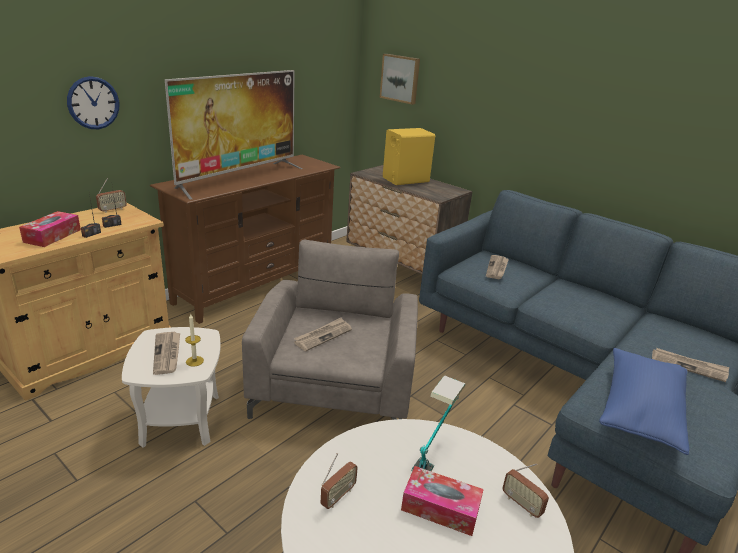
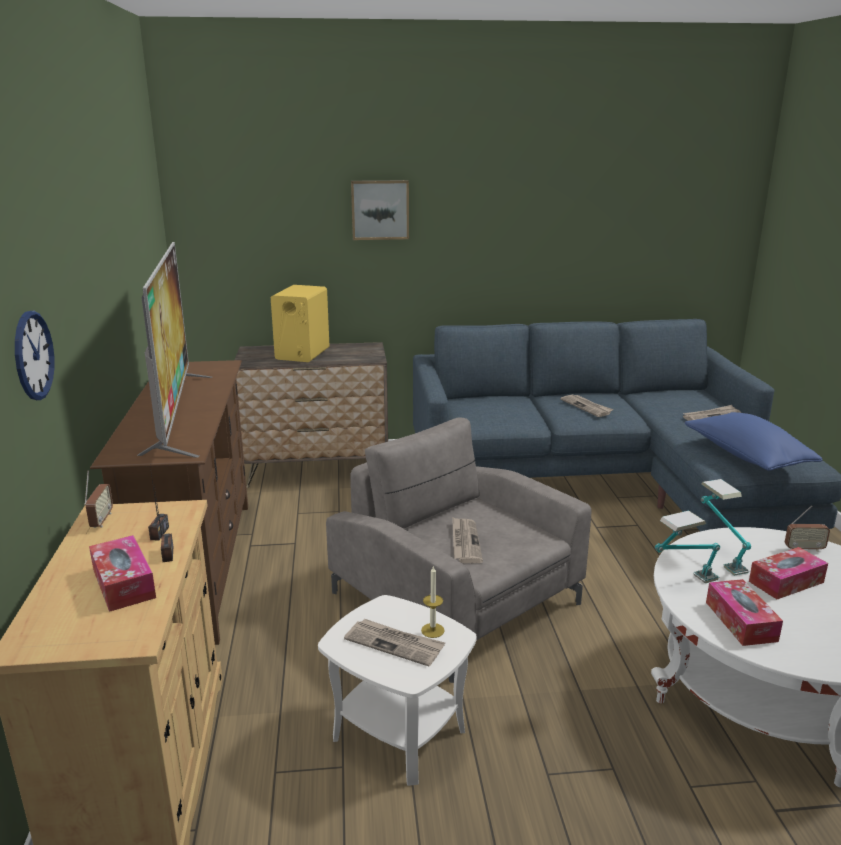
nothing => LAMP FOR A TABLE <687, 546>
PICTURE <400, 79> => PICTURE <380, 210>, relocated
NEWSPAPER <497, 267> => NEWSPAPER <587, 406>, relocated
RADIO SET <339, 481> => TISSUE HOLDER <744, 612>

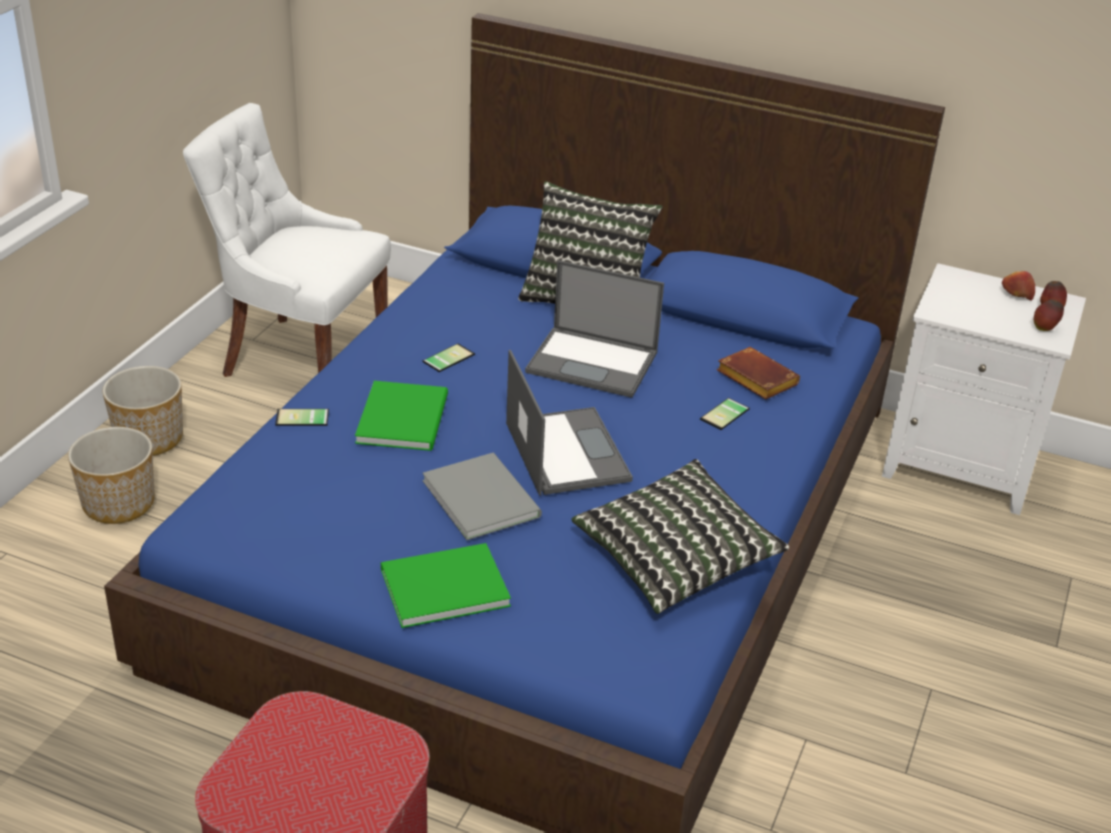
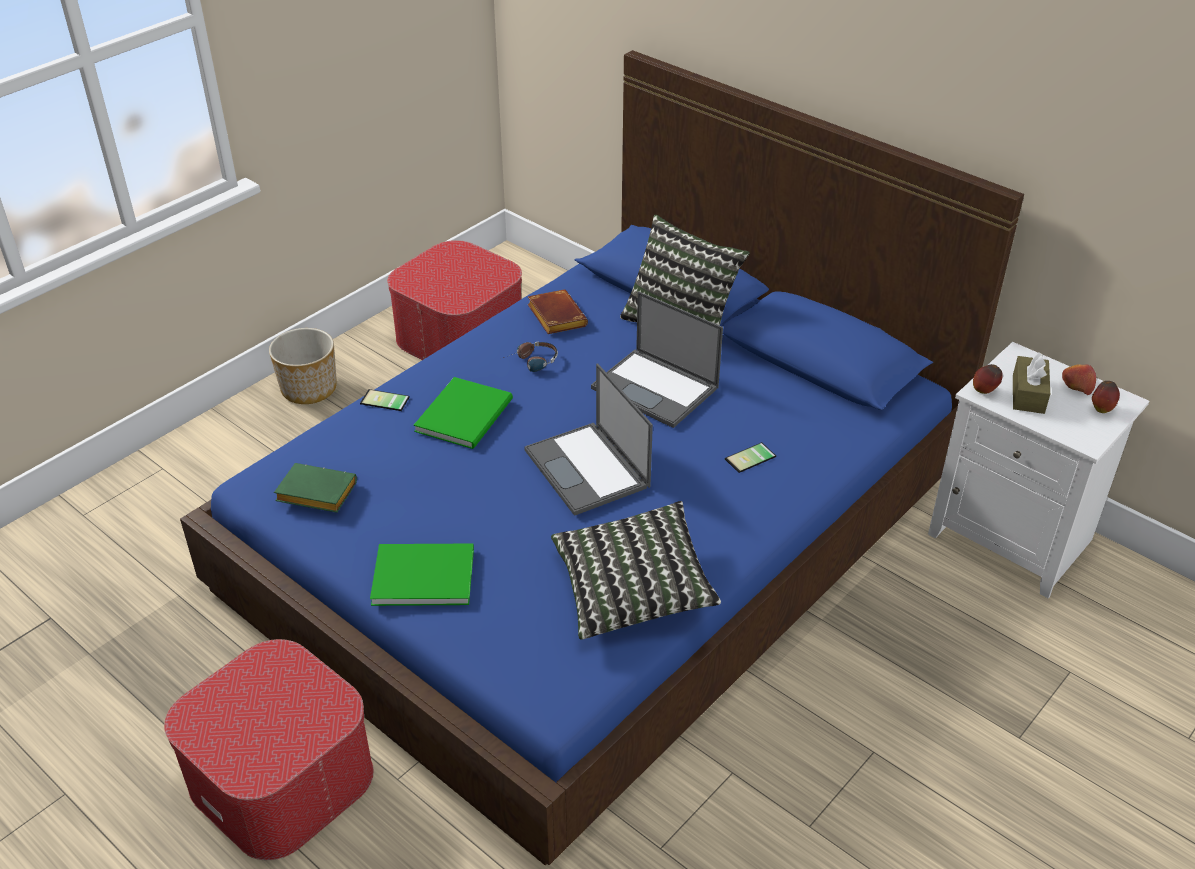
FLOWER POT <111, 475> => nothing
GRAY BOUND BOOK <482, 496> => nothing
nothing => GREEN BOUND BOOK <315, 488>
nothing => BROWN TISSUE HOLDER <1031, 383>
BROWN BOUND BOOK <758, 373> => BROWN BOUND BOOK <558, 312>, relocated
APPLE FRUIT <1049, 315> => APPLE FRUIT <988, 379>, relocated
WHITE CHAIR <287, 240> => OTTOMAN <454, 300>
TELEPHONE <449, 357> => PAIR OF HEADPHONES <530, 357>
LAPTOP <569, 423> => LAPTOP <588, 439>, 150 degrees clockwise

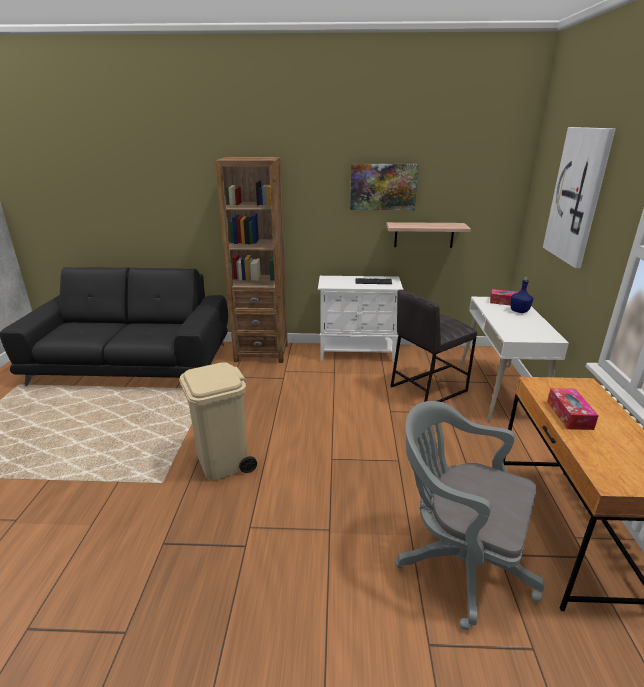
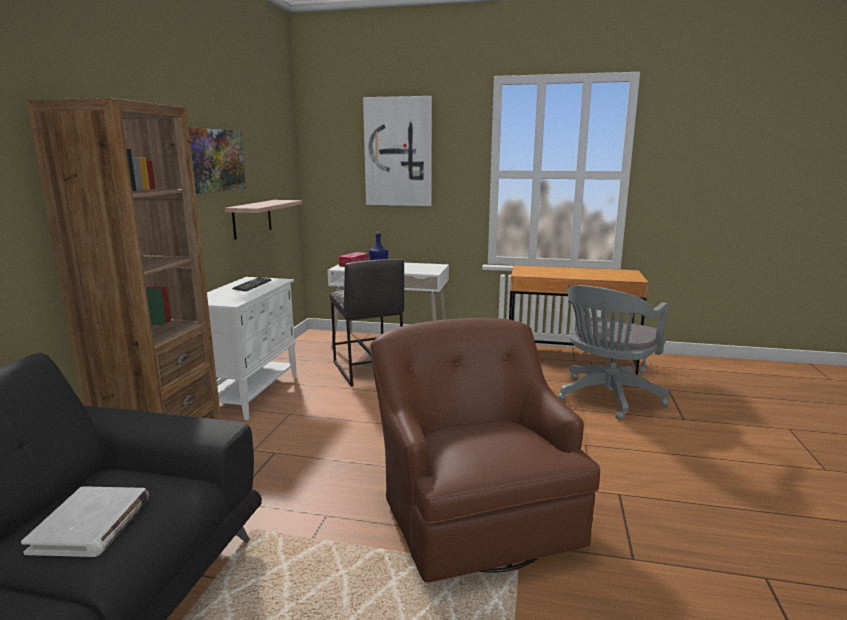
TISSUE HOLDER <573, 409> => nothing
nothing => WHITE BOUND BOOK <85, 521>
BEIGE-COLOURED TRASH CAN <218, 421> => BROWN LOUNGE CHAIR <485, 450>

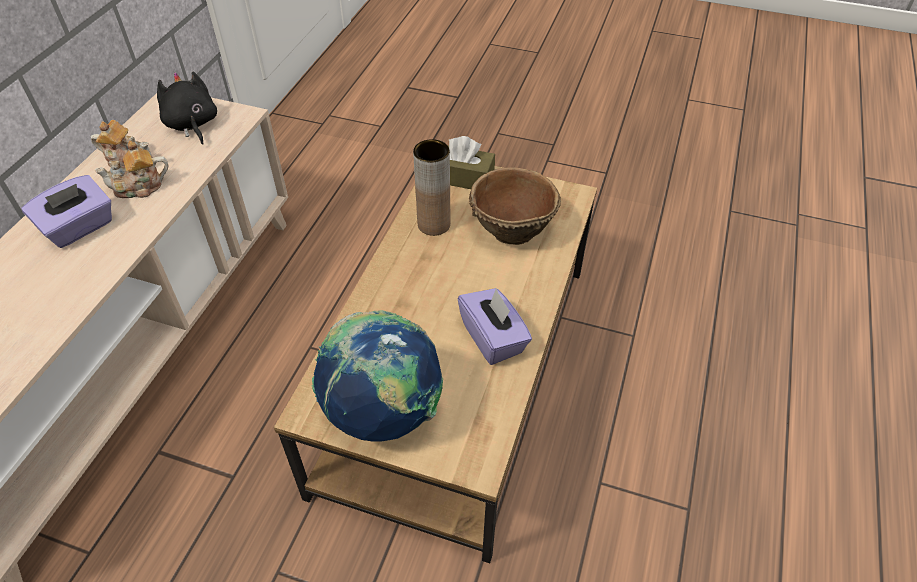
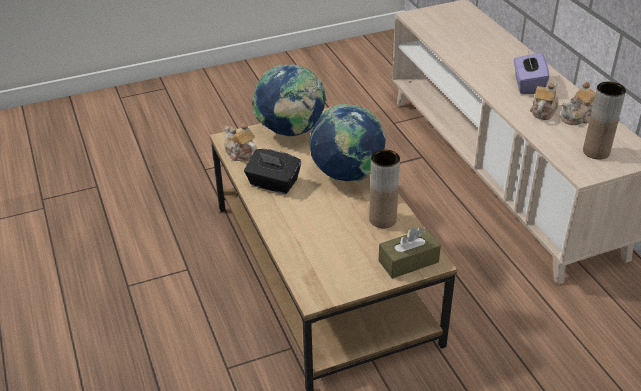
BROWN SERVING BOWL <515, 206> => nothing
nothing => TEA POT <240, 142>
nothing => GLOBE <348, 143>
BLACK SOFT TOY <187, 108> => BROWN VASE <604, 121>
PURPLE TISSUE HOLDER <495, 326> => BLACK TISSUE HOLDER <272, 171>

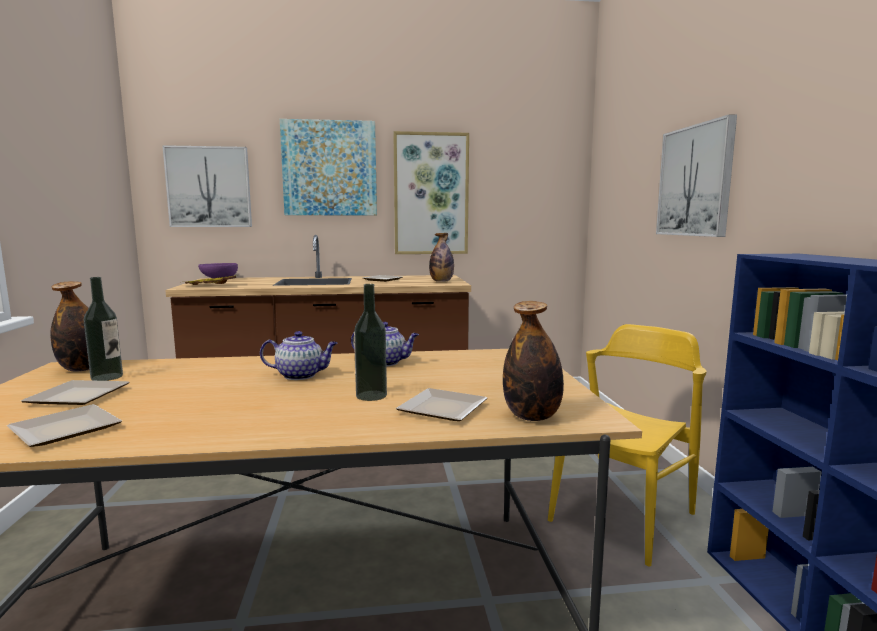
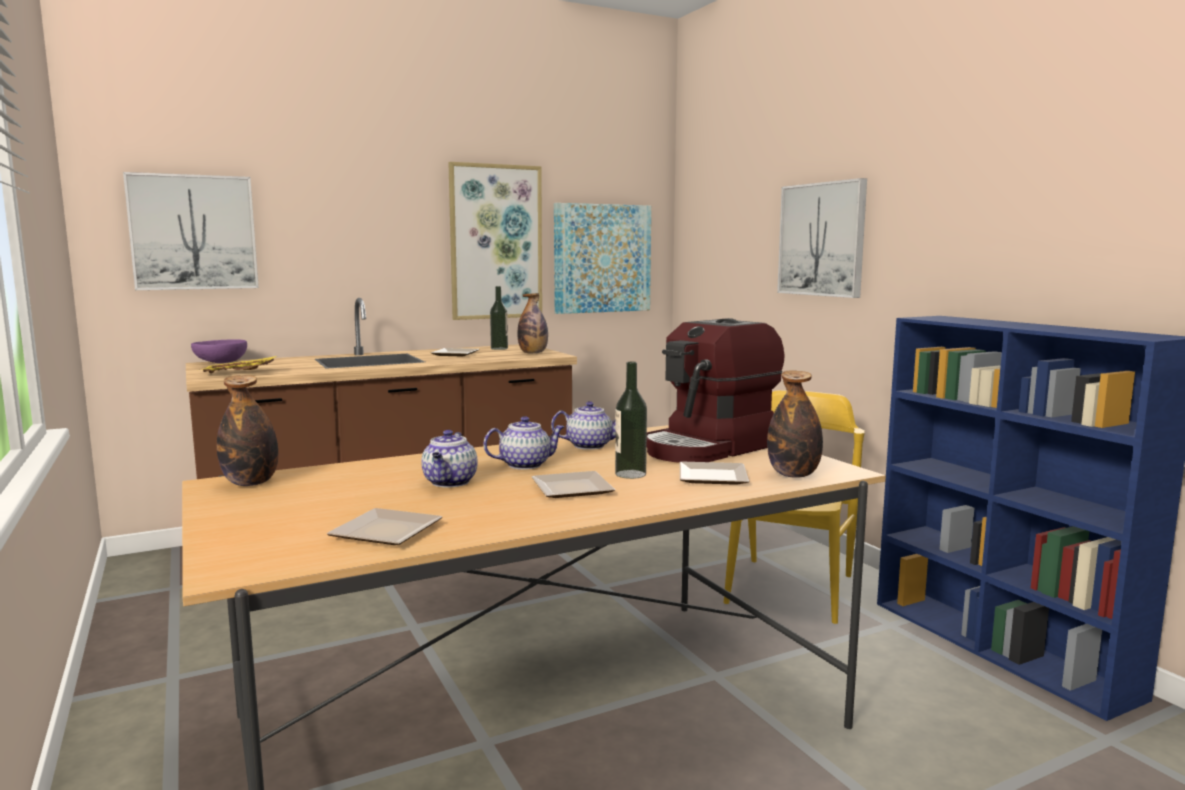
nothing => TEA POT <449, 459>
nothing => COFFEE MAKER <715, 390>
PLATE <75, 392> => PLATE <573, 484>, relocated
BEVERAGE BOTTLE <103, 329> => BEVERAGE BOTTLE <499, 318>, relocated
PICTURE <328, 167> => PICTURE <602, 258>, relocated

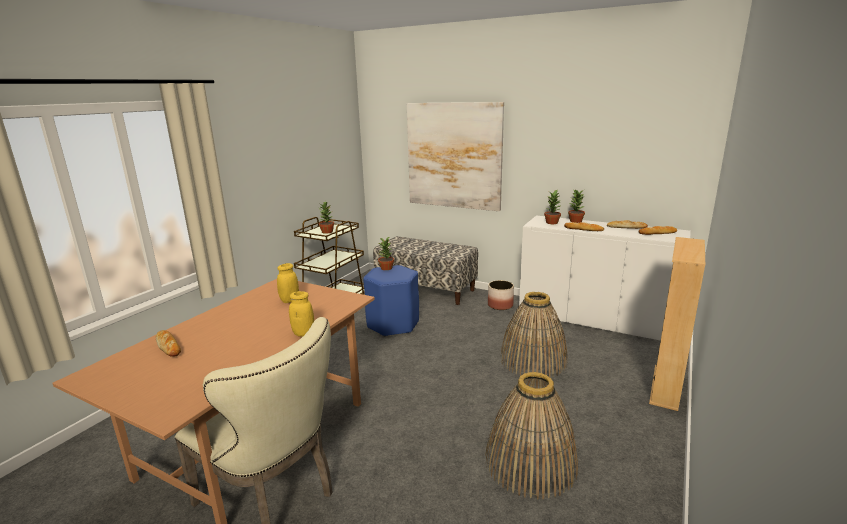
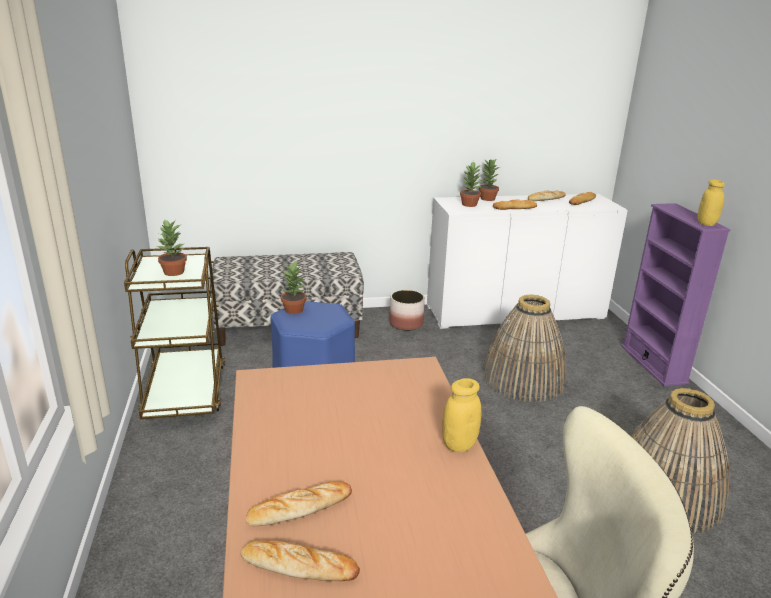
PICTURE <455, 156> => nothing
nothing => BREAD <299, 503>
YELLOW JAR <288, 283> => YELLOW JAR <711, 203>, relocated
BEIGE-COLOURED BOOKCASE <677, 324> => PURPLE BOOKCASE <676, 294>

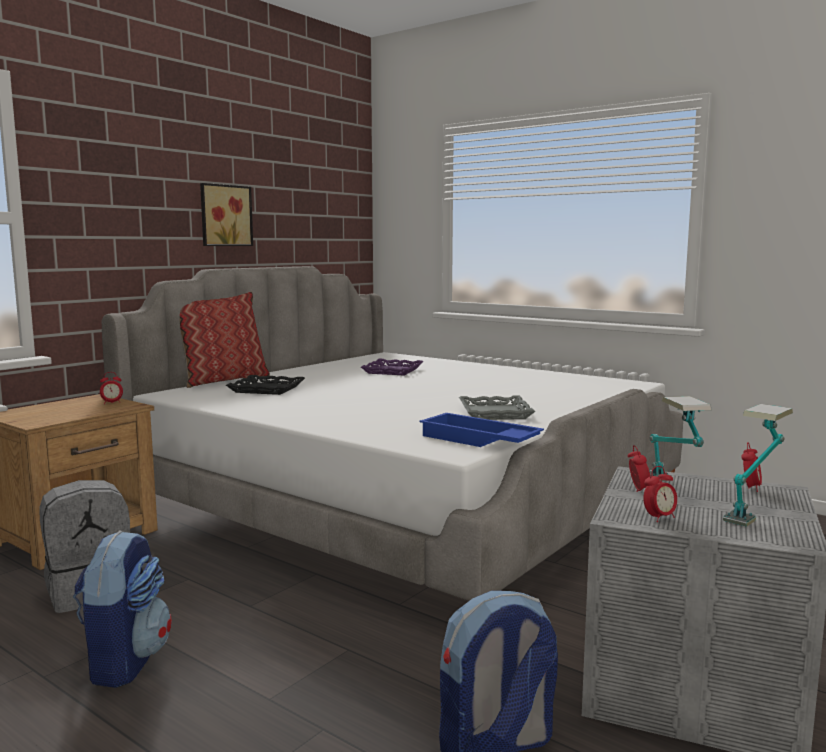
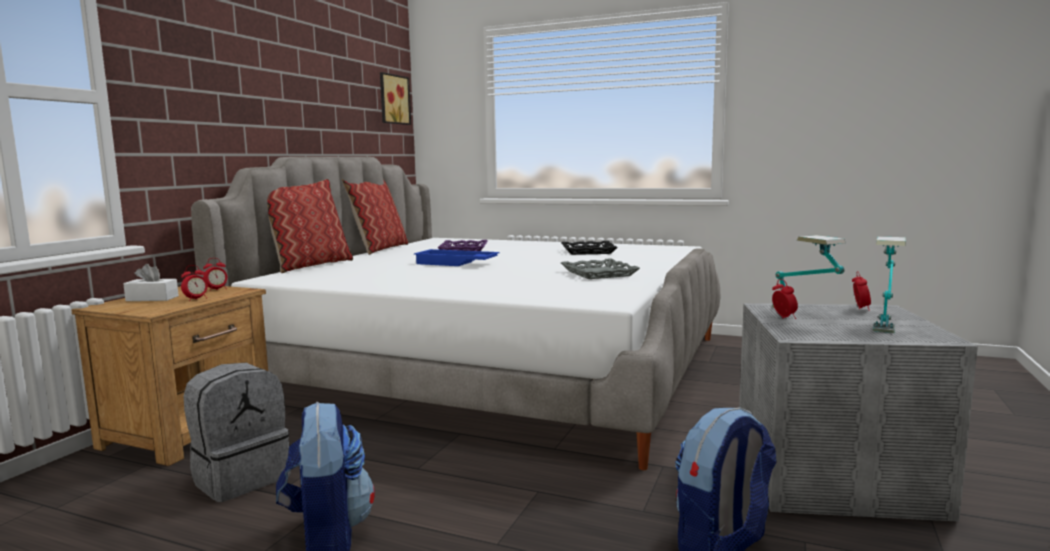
nothing => WHITE TISSUE HOLDER <151, 282>
nothing => CUSHION <375, 217>
PICTURE <226, 214> => PICTURE <395, 98>, relocated
BLACK CARRYING TRAY <265, 385> => BLACK CARRYING TRAY <589, 248>, relocated
BLUE CARRYING TRAY <481, 430> => BLUE CARRYING TRAY <457, 257>, relocated
ALARM CLOCK <660, 494> => ALARM CLOCK <194, 283>, relocated

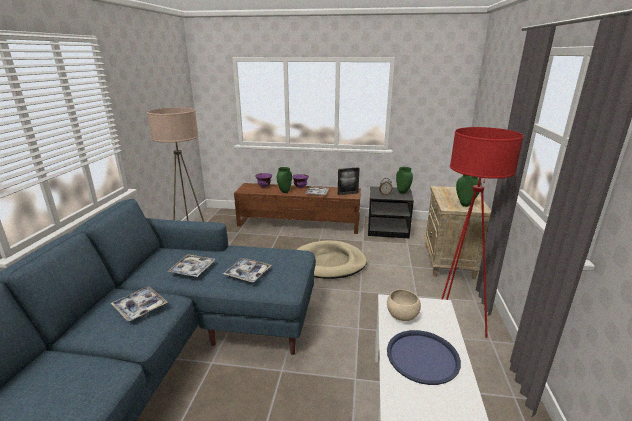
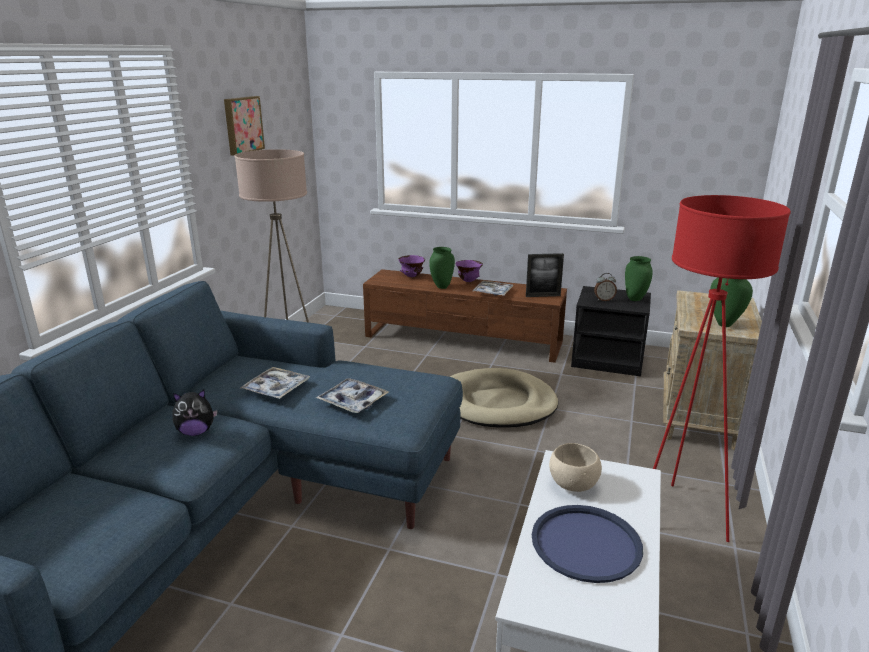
nothing => PICTURE <244, 126>
CARRYING TRAY <139, 303> => SOFT TOY <195, 413>

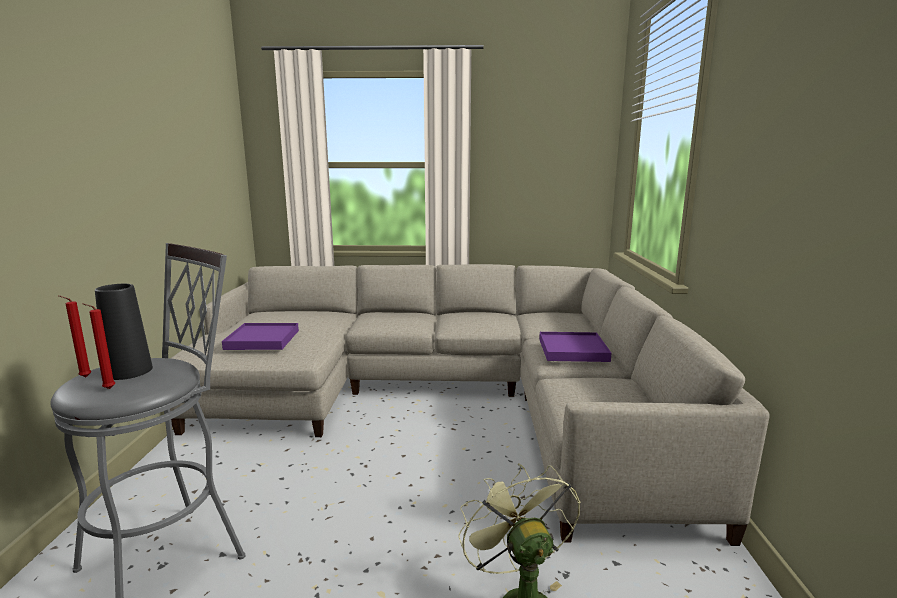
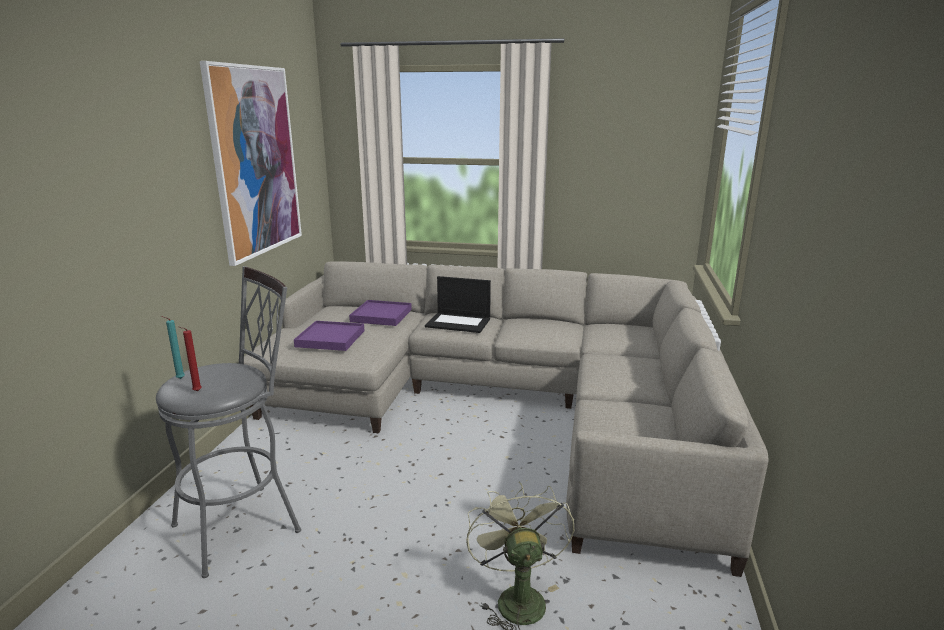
BLACK VASE <124, 332> => nothing
nothing => PICTURE <251, 163>
nothing => LAPTOP <458, 304>
PURPLE CARRYING TRAY <575, 347> => PURPLE CARRYING TRAY <380, 313>, relocated
REDDISH WAX CANDLE <75, 336> => TURQUOISE WAX CANDLE <173, 347>

